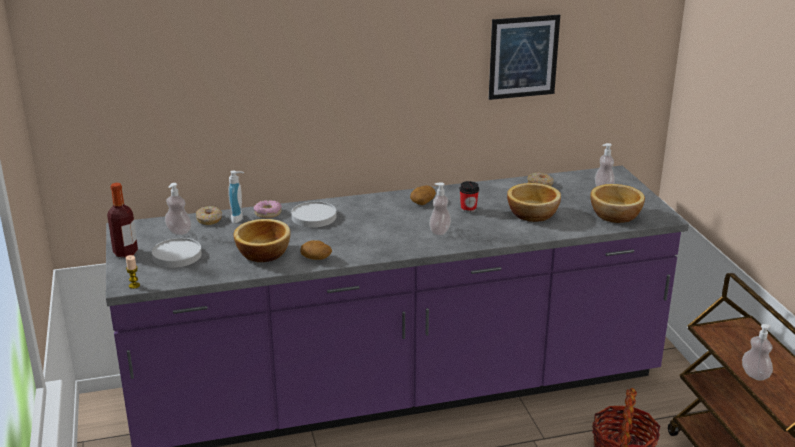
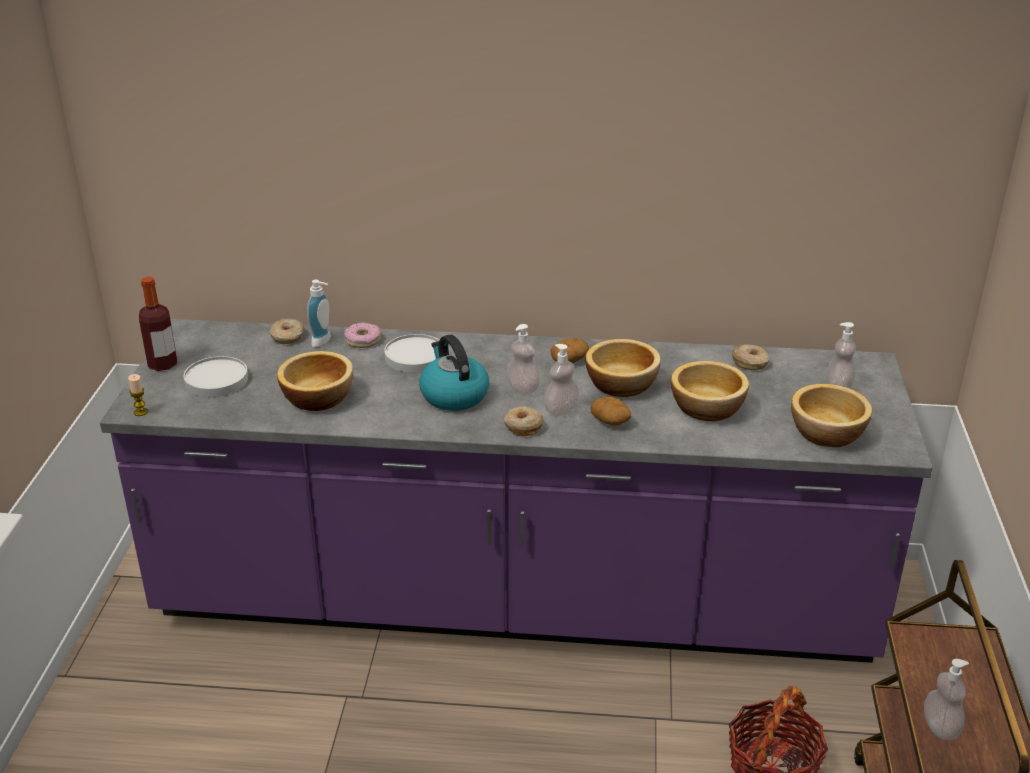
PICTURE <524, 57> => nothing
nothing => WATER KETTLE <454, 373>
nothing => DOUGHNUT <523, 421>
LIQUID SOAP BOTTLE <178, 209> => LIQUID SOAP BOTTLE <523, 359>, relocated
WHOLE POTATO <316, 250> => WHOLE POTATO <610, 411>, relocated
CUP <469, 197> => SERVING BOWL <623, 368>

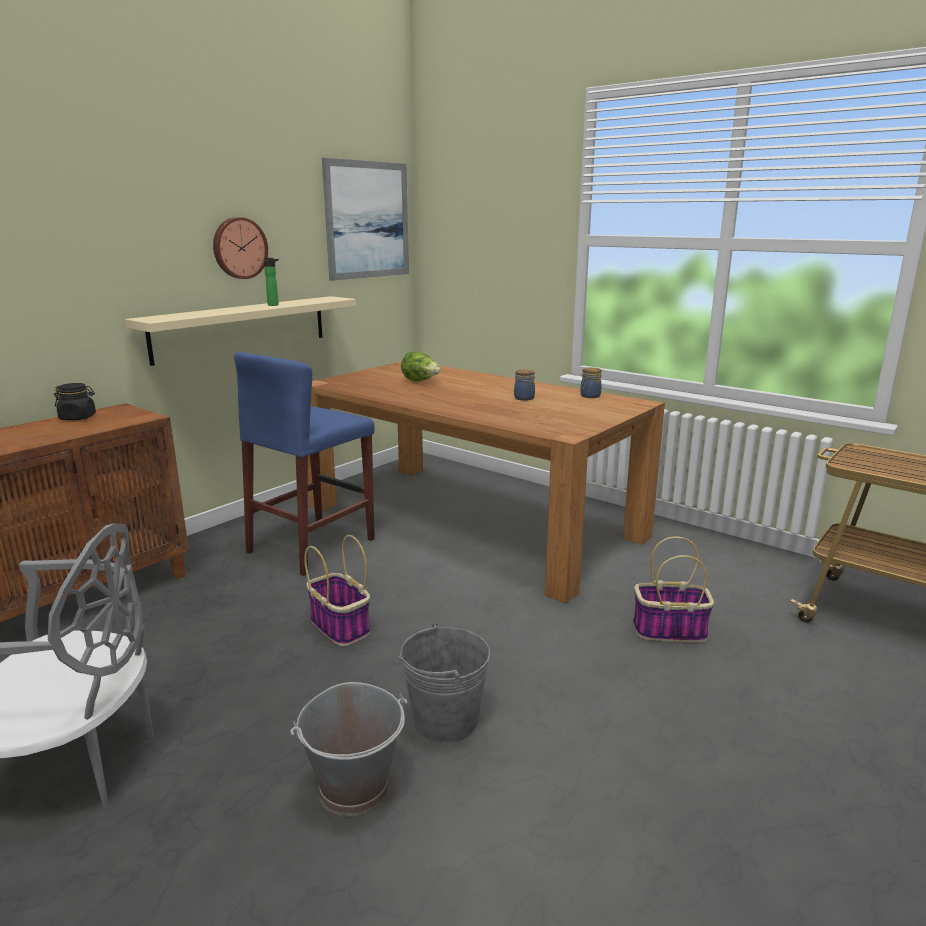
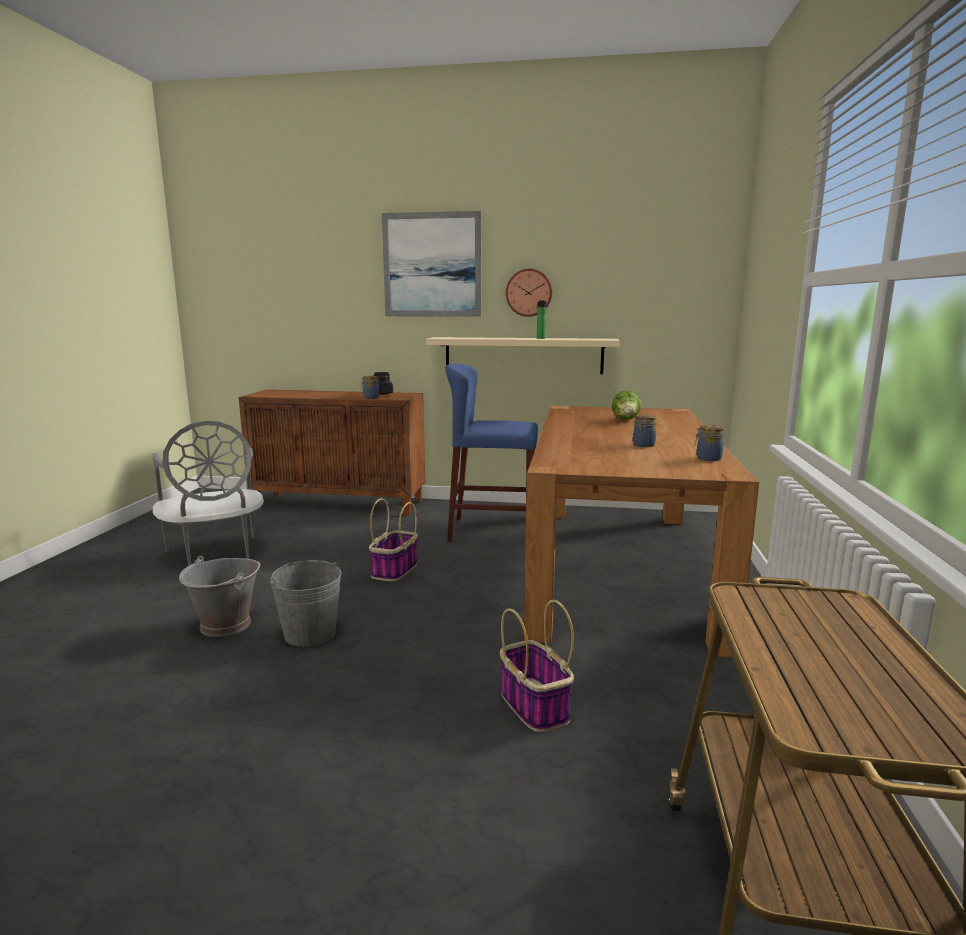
nothing => JAR <370, 387>
PICTURE <365, 219> => PICTURE <431, 264>, relocated

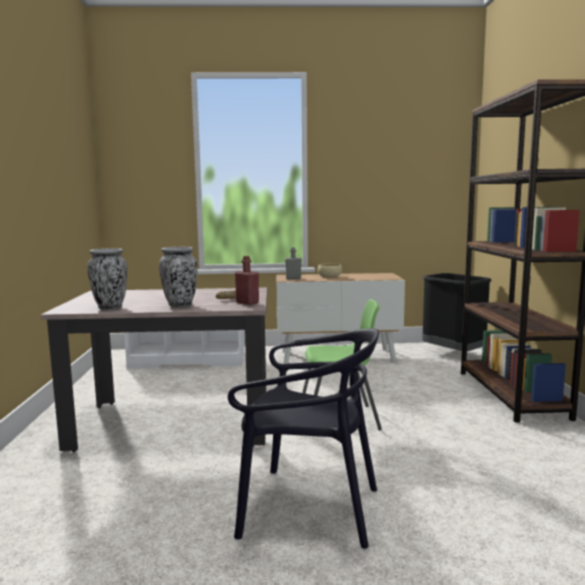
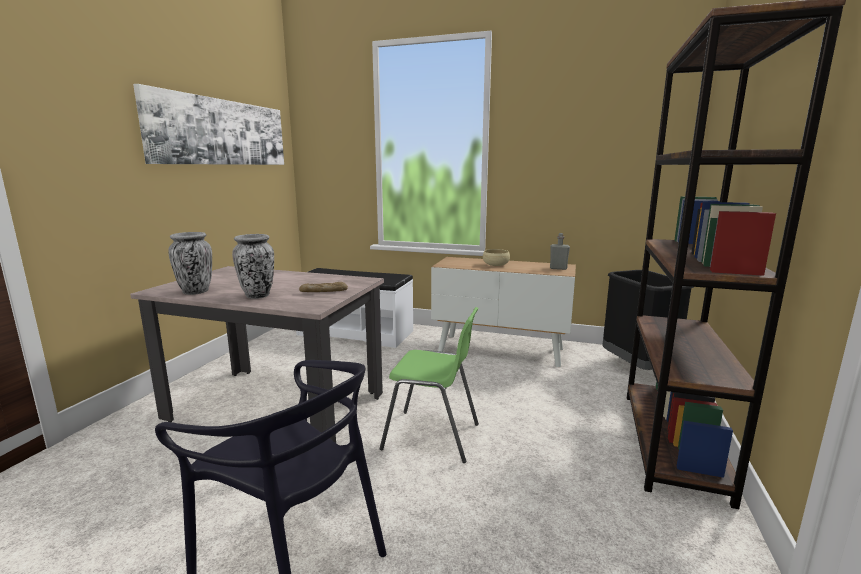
REDDISH BEVERAGE BOTTLE <247, 280> => nothing
nothing => PICTURE <208, 124>
GRAY BEVERAGE BOTTLE <293, 263> => GRAY BEVERAGE BOTTLE <560, 251>, relocated

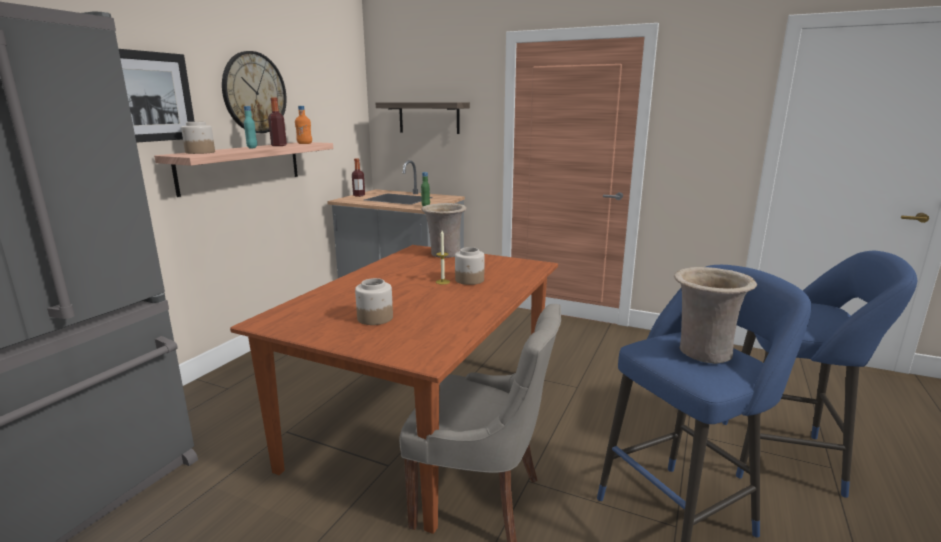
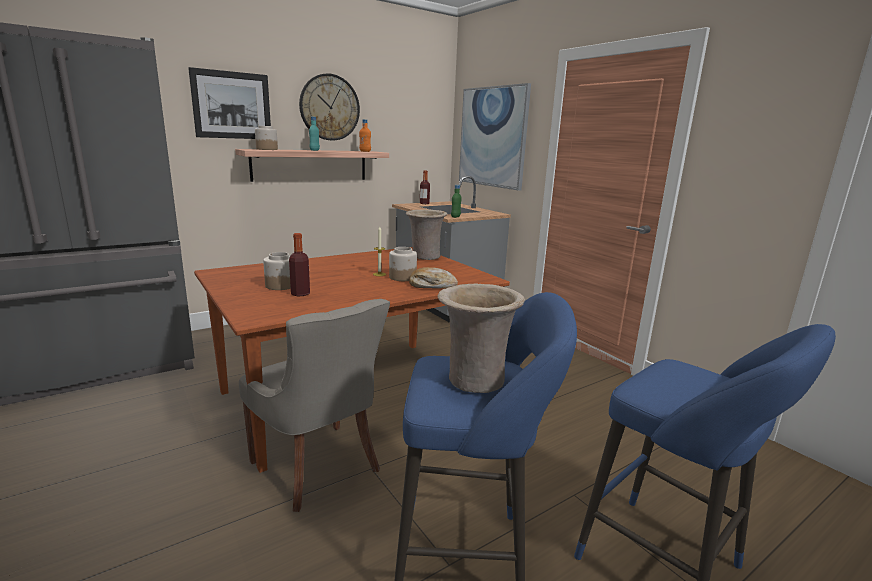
nothing => BREAD <433, 278>
BEVERAGE BOTTLE <277, 122> => BEVERAGE BOTTLE <299, 264>, relocated
BRACKET SHELF <423, 118> => PICTURE <495, 137>

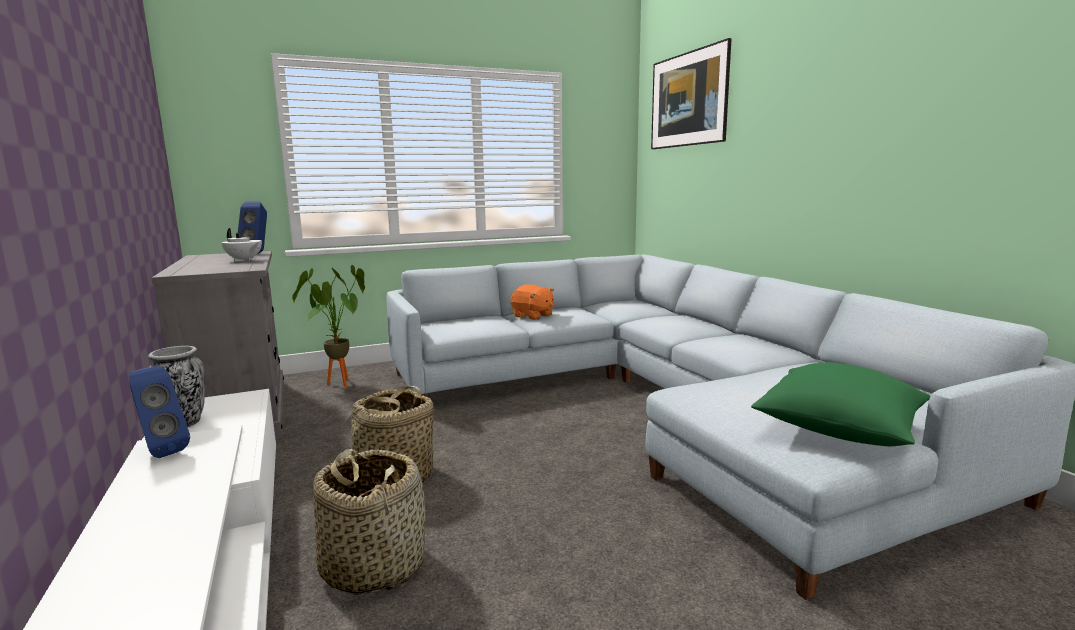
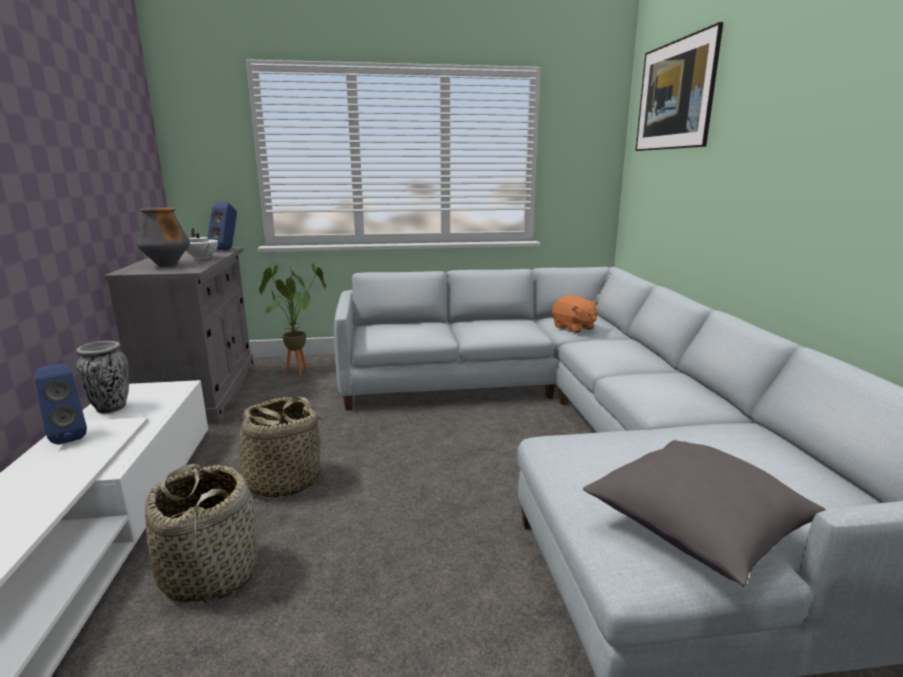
nothing => VASE <163, 237>
ORANGE-COLOURED SOFT TOY <532, 302> => ORANGE-COLOURED SOFT TOY <575, 314>, relocated
GREEN CUSHION <840, 404> => GRAY CUSHION <704, 513>

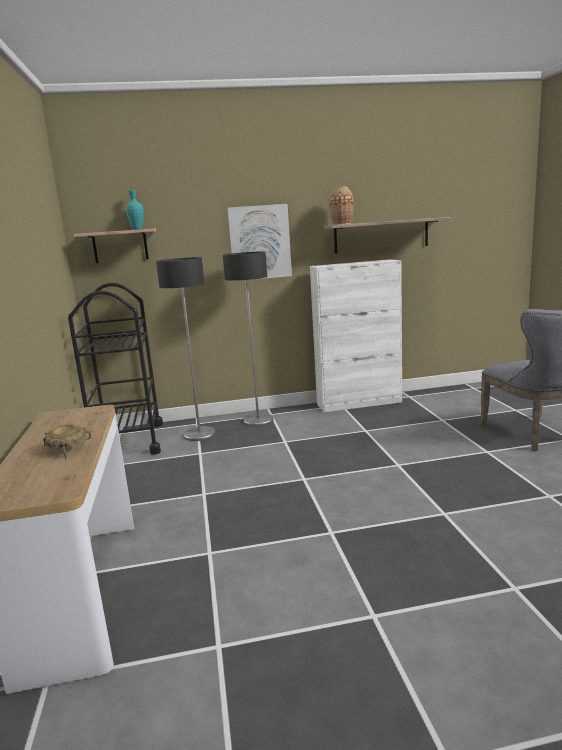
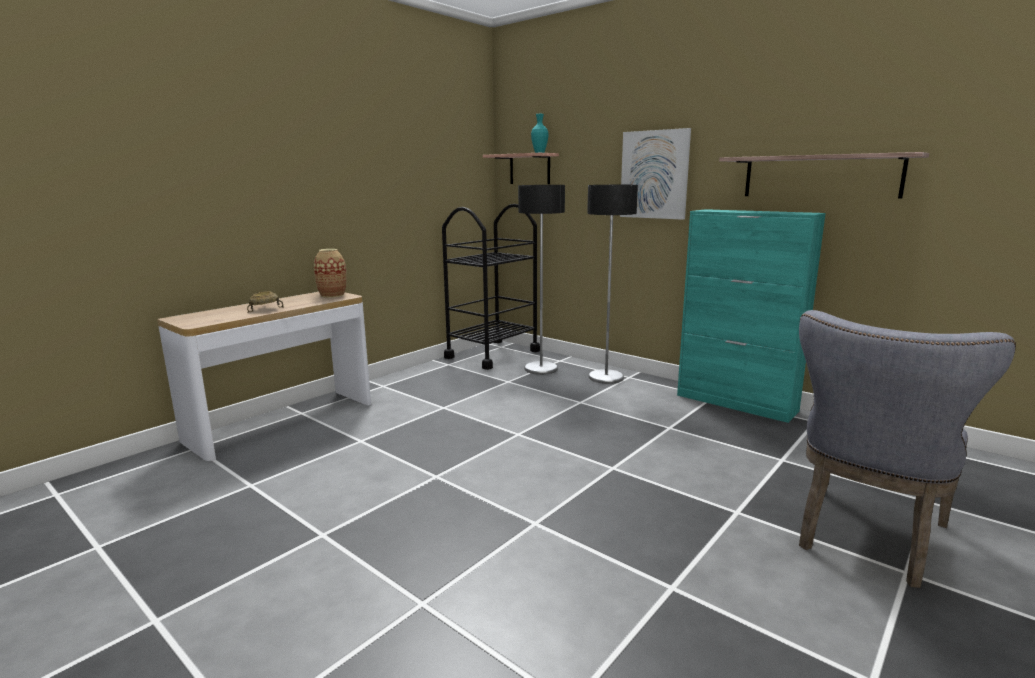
VASE <341, 205> => VASE <330, 273>, relocated
WHITE STORAGE CABINET <356, 335> => TURQUOISE STORAGE CABINET <751, 316>

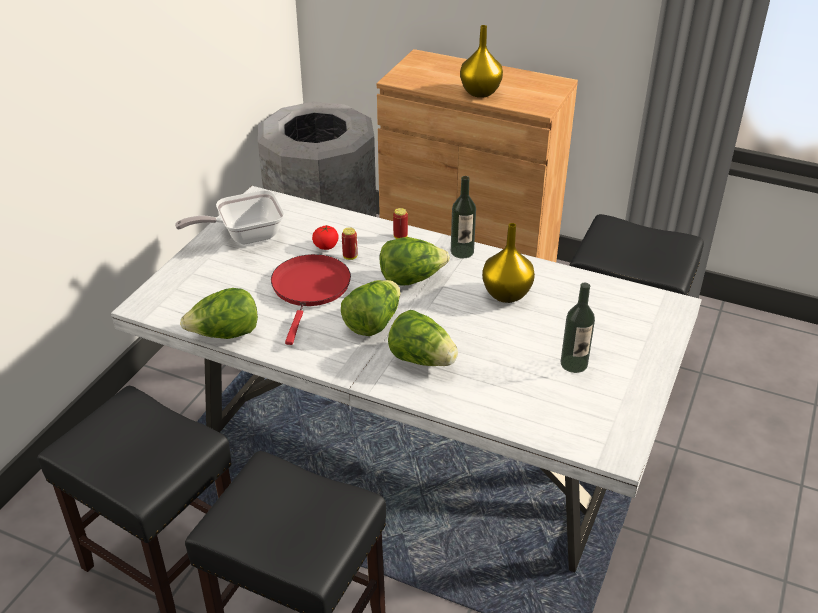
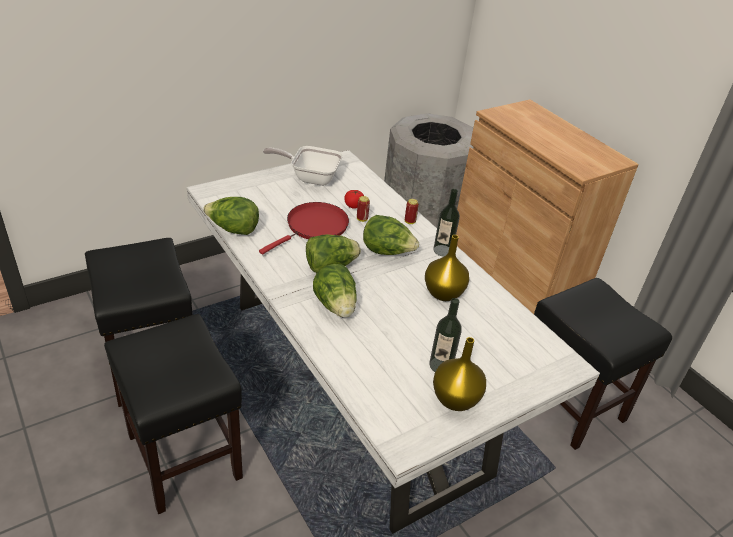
YELLOW VASE <481, 61> => YELLOW VASE <459, 374>, relocated

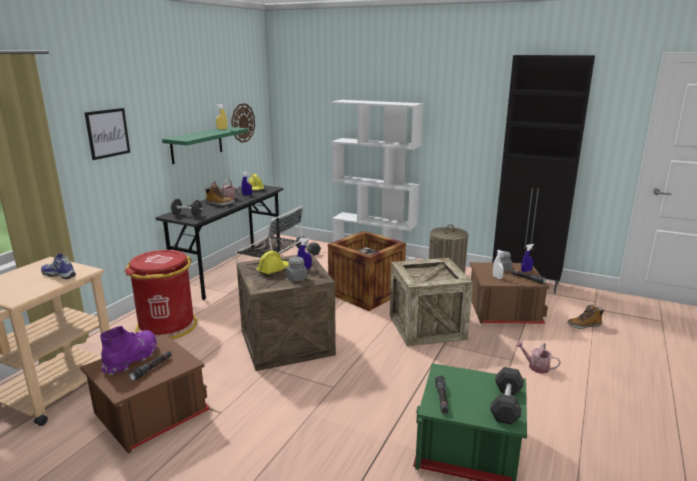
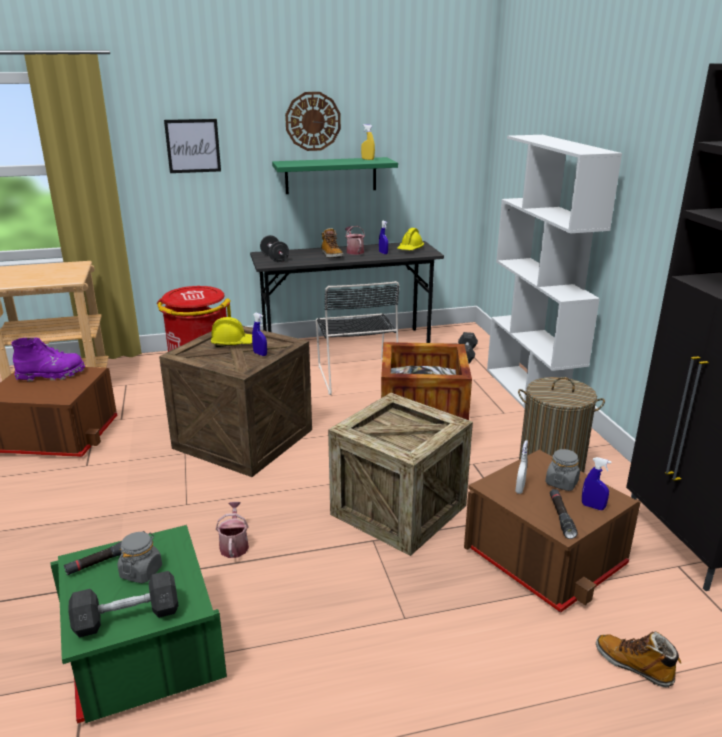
SHOE <58, 266> => nothing
BLACK TORCH <150, 366> => nothing
HANGING CLOCK <243, 123> => HANGING CLOCK <313, 121>, relocated
GRAY JAR <297, 269> => GRAY JAR <140, 557>, relocated
SPRINKLING CAN <538, 357> => SPRINKLING CAN <232, 530>, relocated

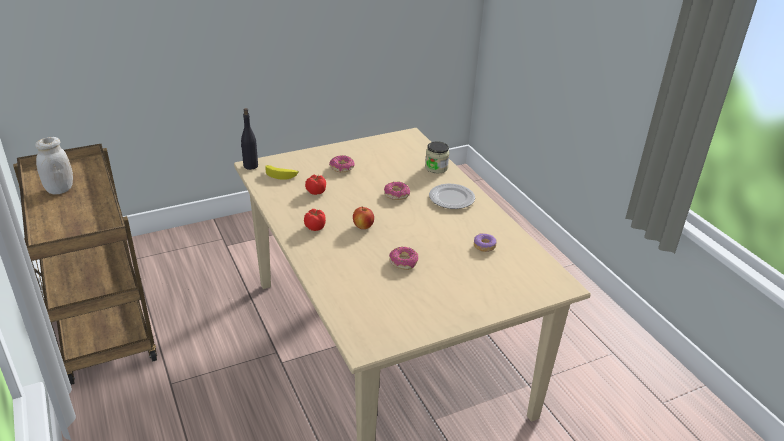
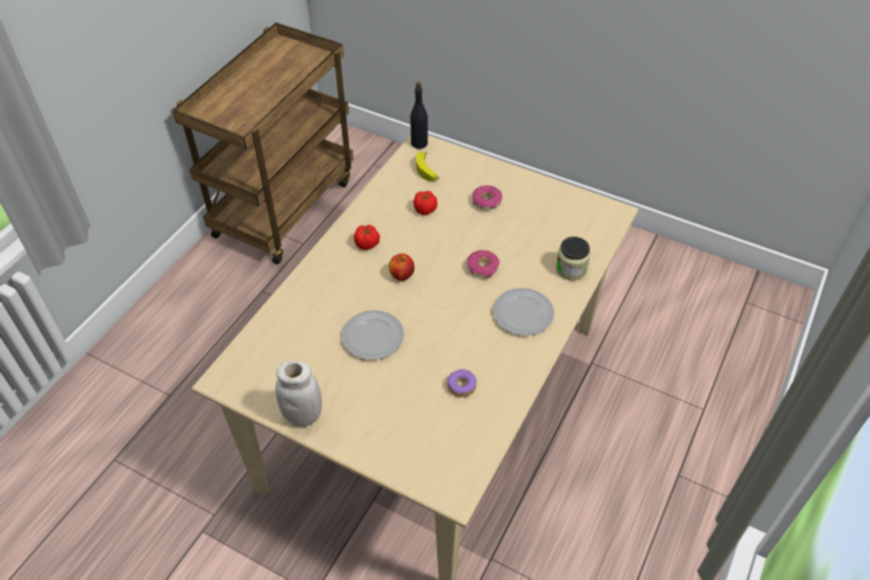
WHITE JAR <54, 165> => WHITE JAR <298, 393>, relocated
DOUGHNUT <403, 258> => PLATE <373, 335>

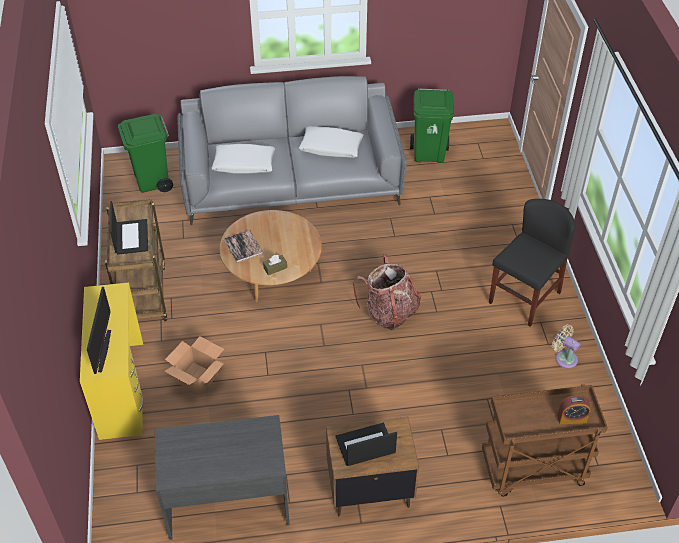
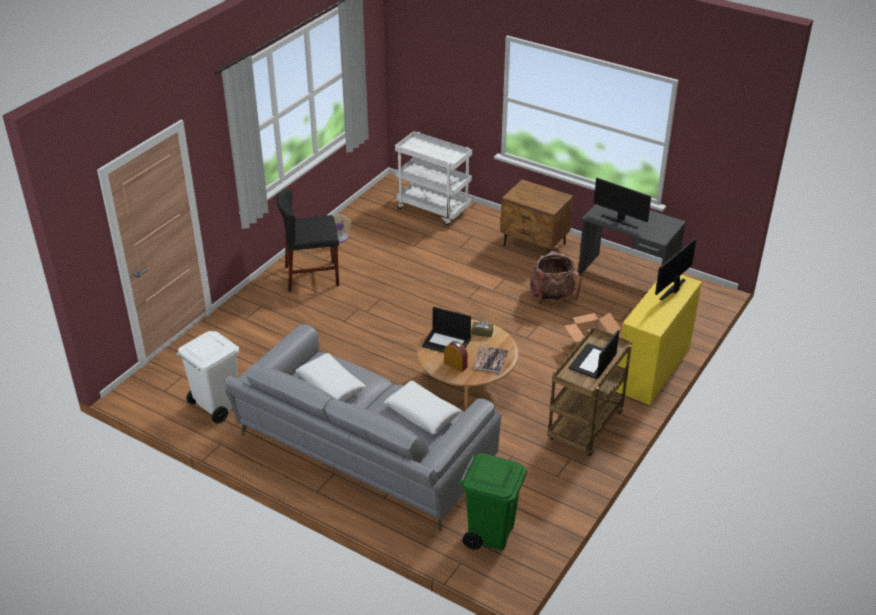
nothing => COMPUTER SCREEN <622, 203>
LAPTOP <366, 444> => LAPTOP <446, 330>, relocated
BACKPACK <387, 292> => BACKPACK <555, 277>, relocated
ALARM CLOCK <574, 409> => ALARM CLOCK <456, 356>, relocated
GREEN TRASH CAN <432, 125> => WHITE TRASH CAN <207, 377>
BROWN WHEELED CART <545, 440> => WHITE WHEELED CART <433, 178>

